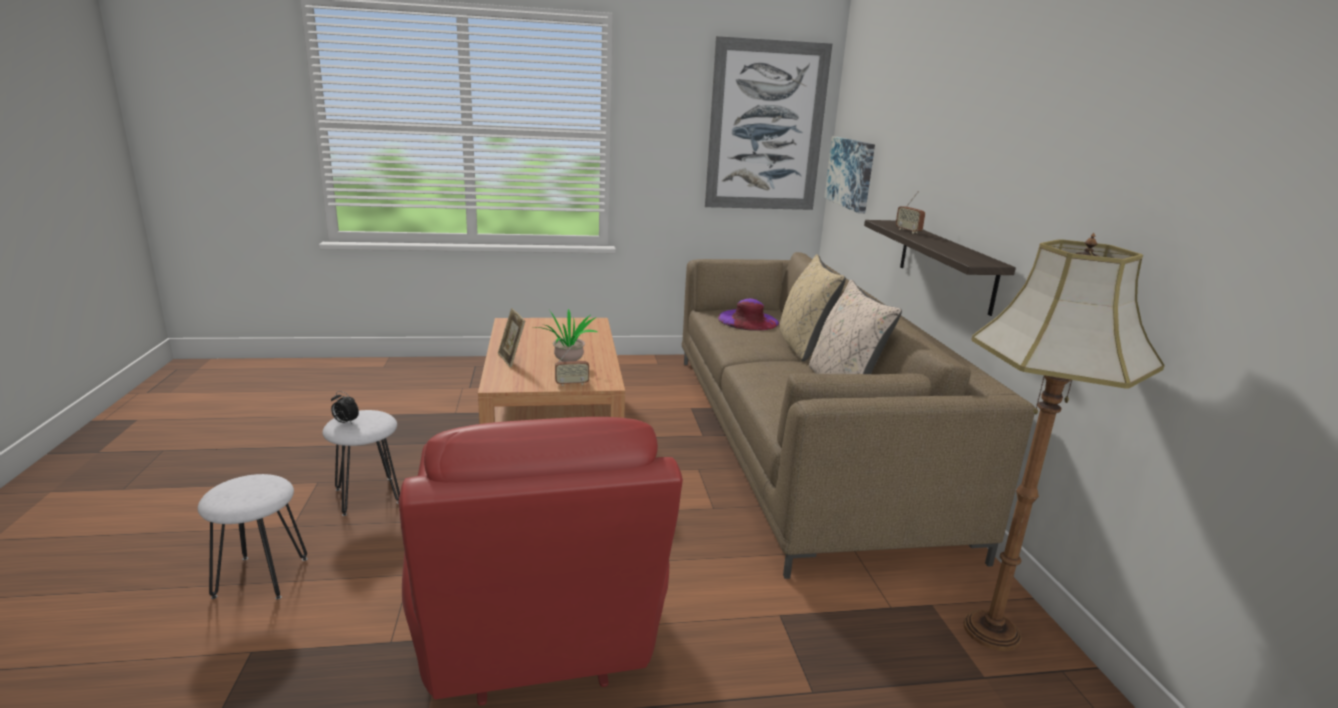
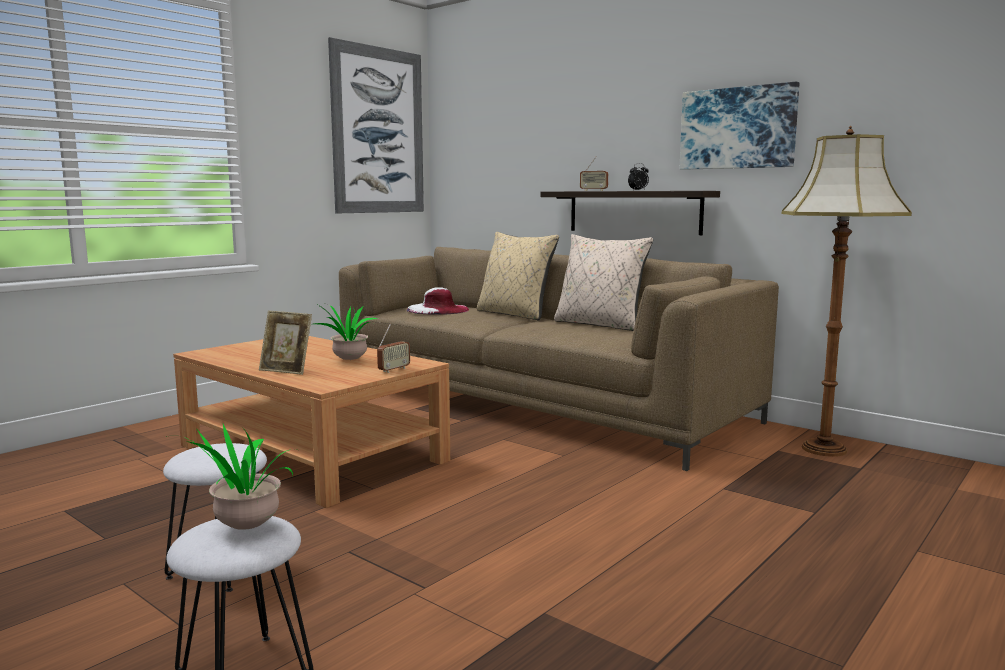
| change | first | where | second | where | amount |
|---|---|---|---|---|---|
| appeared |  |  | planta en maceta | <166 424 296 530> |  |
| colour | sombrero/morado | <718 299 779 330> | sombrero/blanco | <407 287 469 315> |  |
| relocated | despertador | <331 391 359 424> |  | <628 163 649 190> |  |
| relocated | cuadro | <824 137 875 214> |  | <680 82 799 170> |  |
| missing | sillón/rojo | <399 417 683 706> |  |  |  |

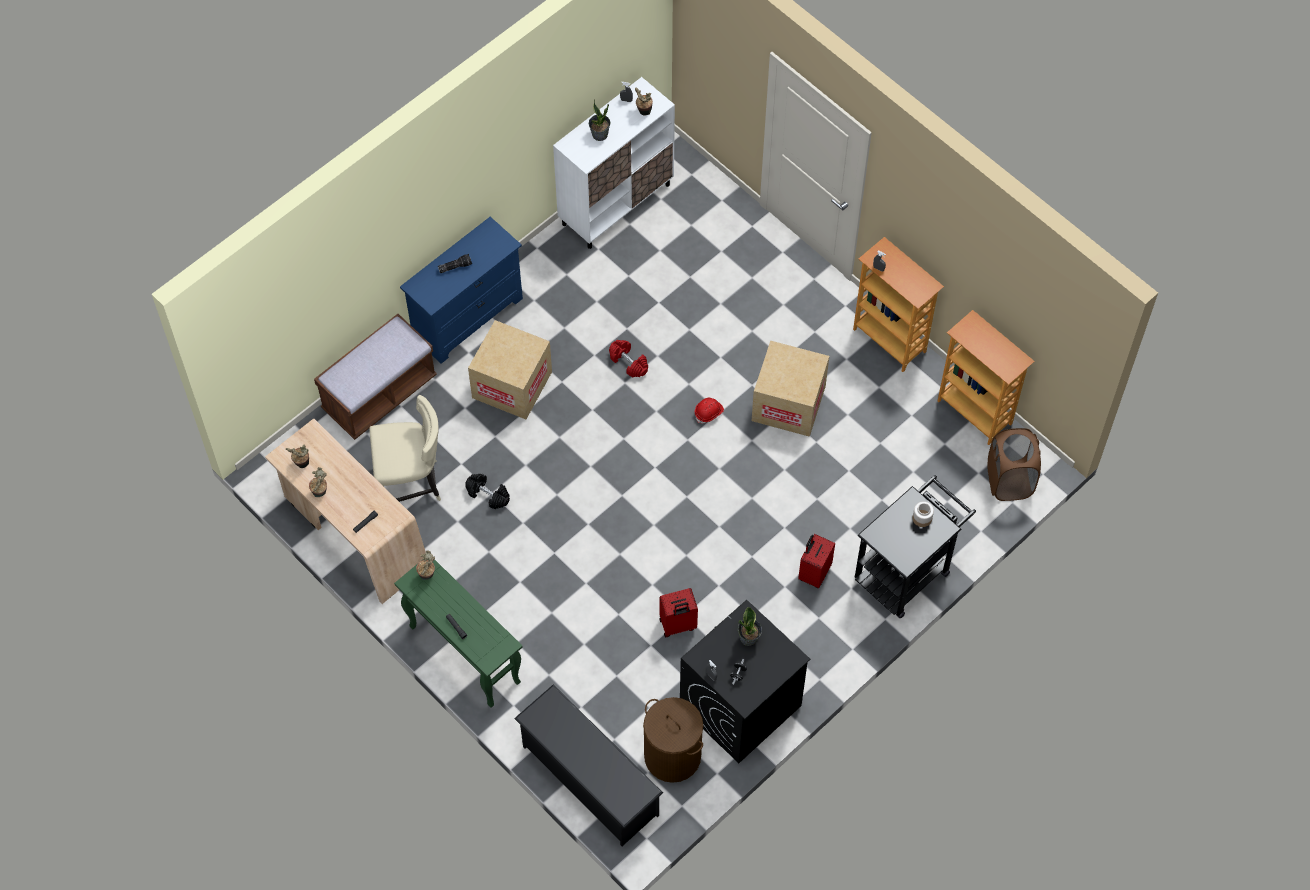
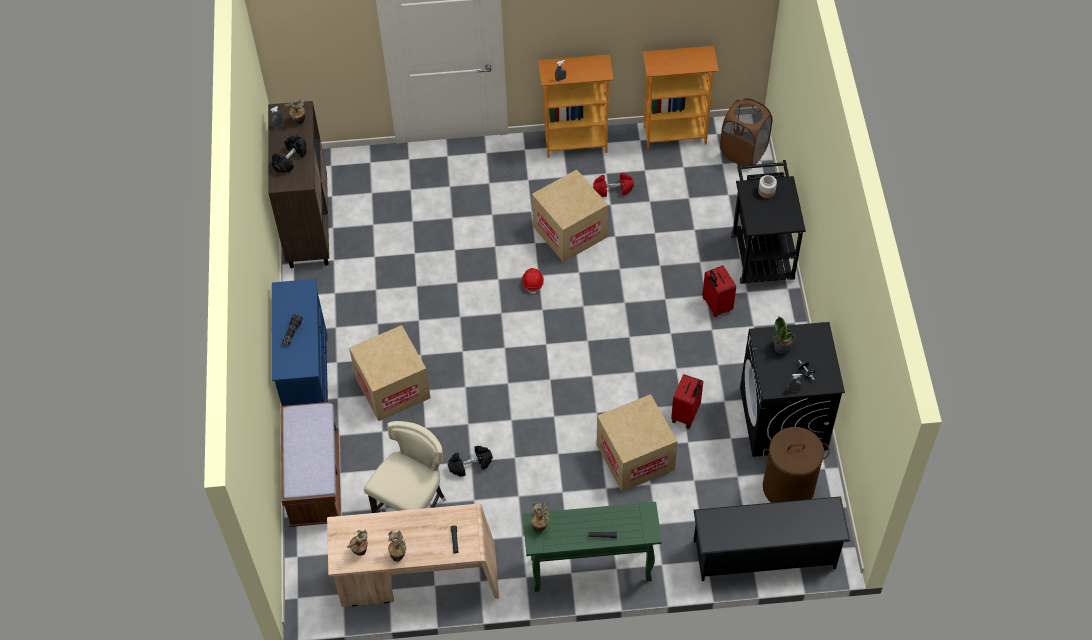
| change | first | where | second | where | amount |
|---|---|---|---|---|---|
| colour | armario/blanco | <553 77 675 249> | armario/marrón | <268 101 329 268> |  |
| exchanged | planta en maceta | <589 100 610 141> | mancuerna/negro | <272 135 307 173> |  |
| relocated | mancuerna/rojo | <609 340 648 377> |  | <593 173 634 197> |  |
| appeared |  |  | caja de cartón | <597 394 678 492> |  |

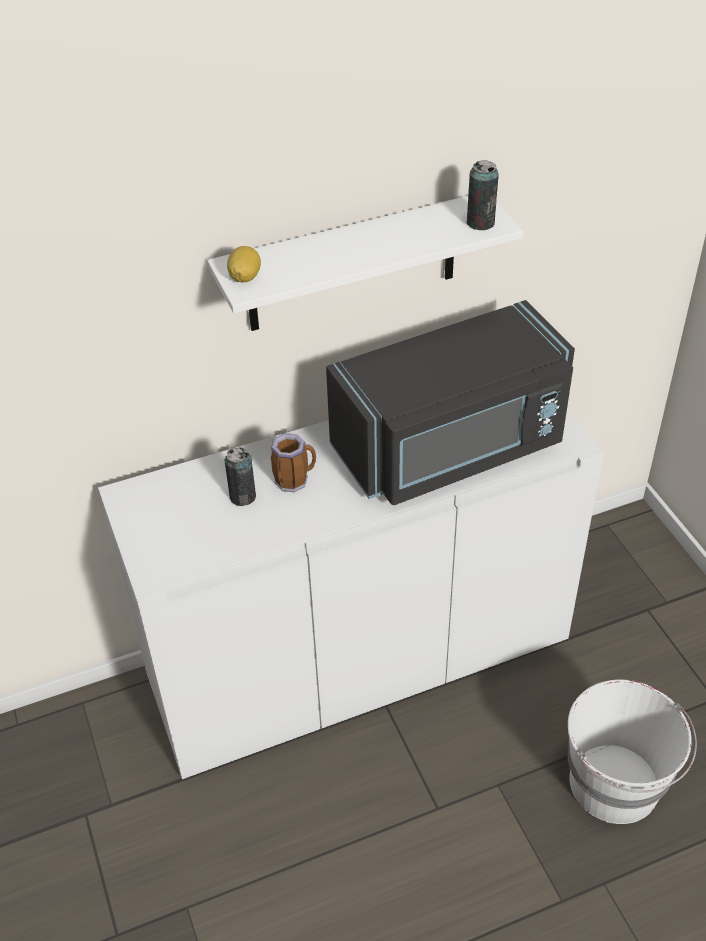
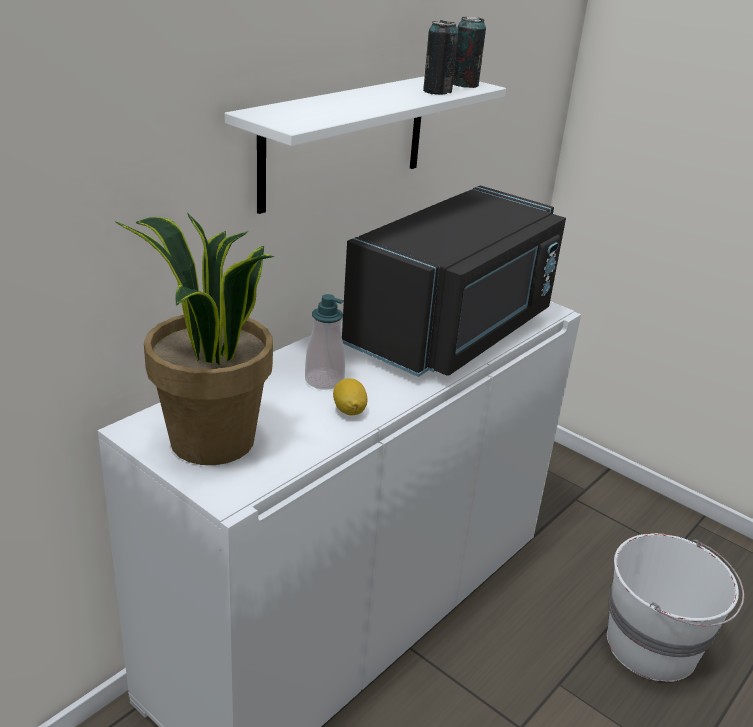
| change | first | where | second | where | amount |
|---|---|---|---|---|---|
| appeared |  |  | planta en maceta | <115 213 274 465> |  |
| exchanged | taza grande | <271 433 316 492> | dispensador de jabón | <305 294 345 390> |  |
| relocated | limón | <227 246 261 282> |  | <333 378 367 416> |  |
| relocated | lata | <225 447 256 506> |  | <423 20 458 95> |  |

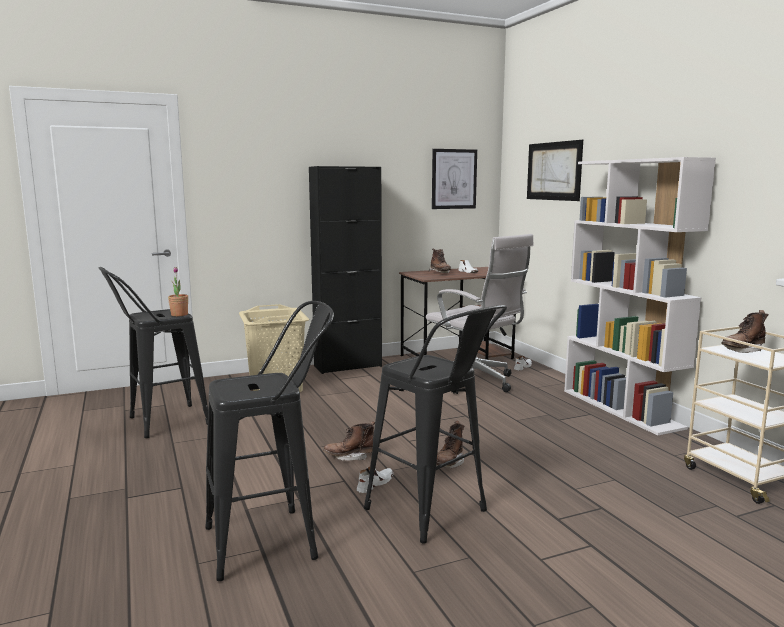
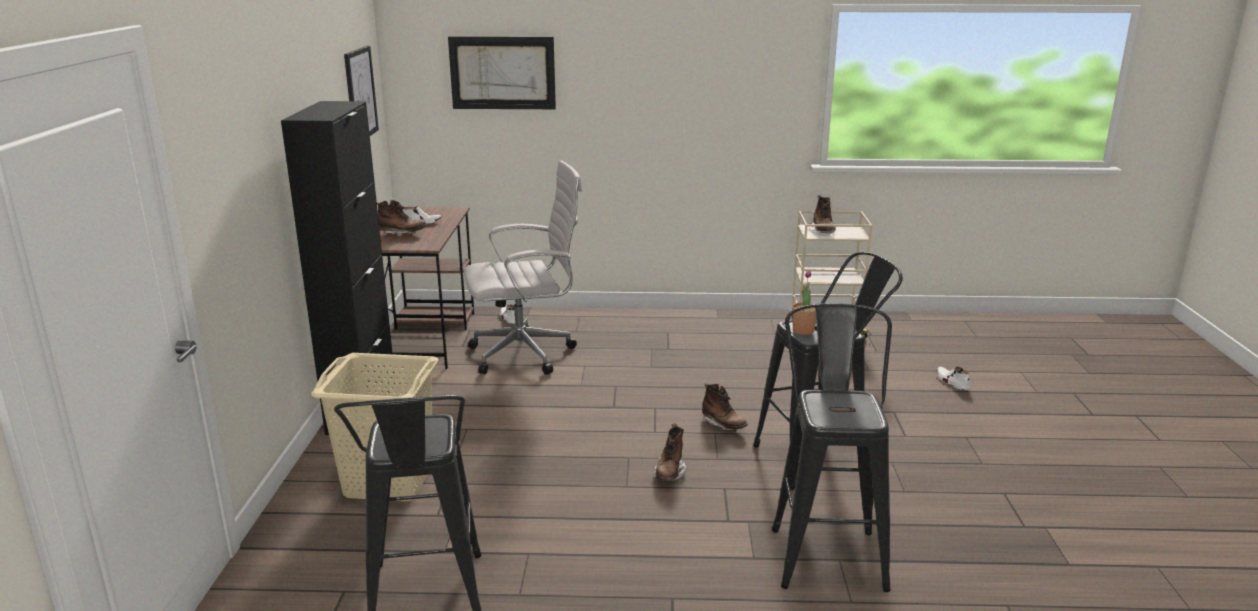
| change | first | where | second | where | amount |
|---|---|---|---|---|---|
| relocated | planta en maceta | <168 267 188 316> |  | <792 270 816 335> |  |
| relocated | zapato/blanco | <357 467 394 493> |  | <936 367 970 390> |  |
| missing | estantería/blanco | <564 157 716 435> |  |  |  |

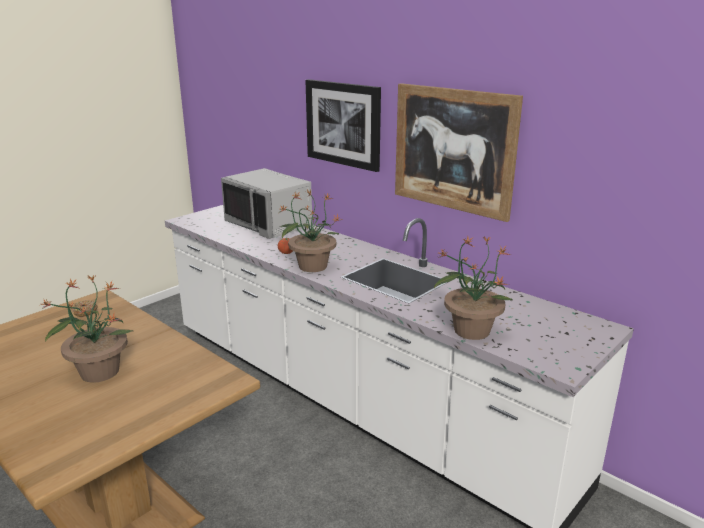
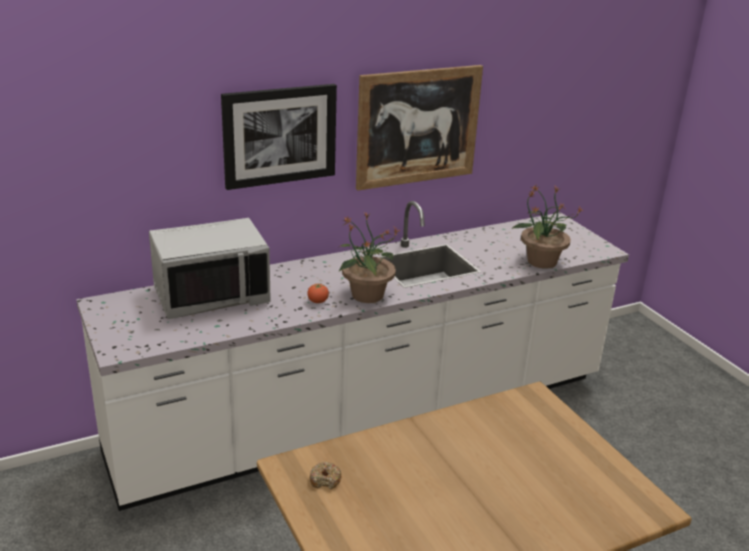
| change | first | where | second | where | amount |
|---|---|---|---|---|---|
| missing | planta en maceta | <39 275 134 383> |  |  |  |

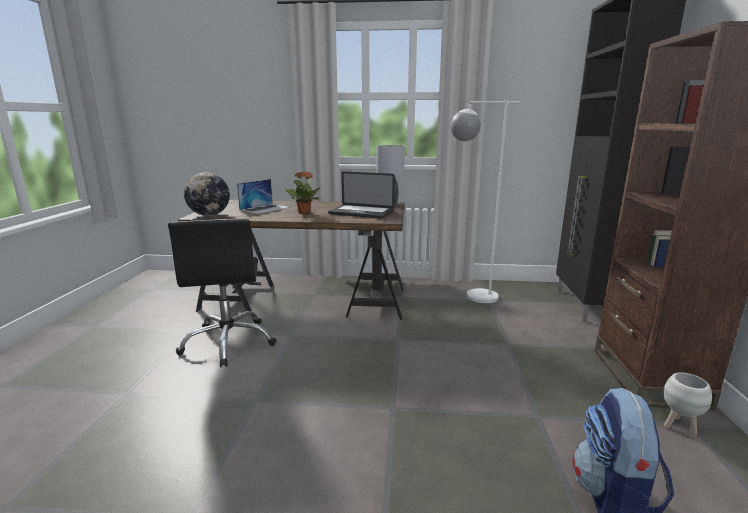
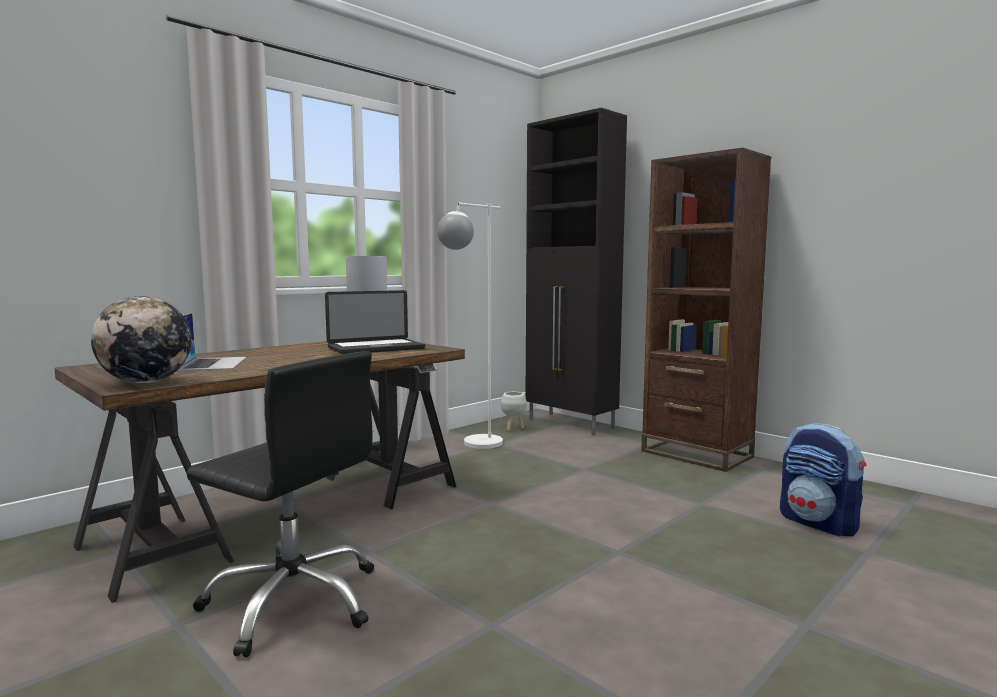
| change | first | where | second | where | amount |
|---|---|---|---|---|---|
| relocated | maceta/blanco | <663 372 712 435> |  | <501 392 527 431> |  |
| missing | planta en maceta | <284 171 320 214> |  |  |  |

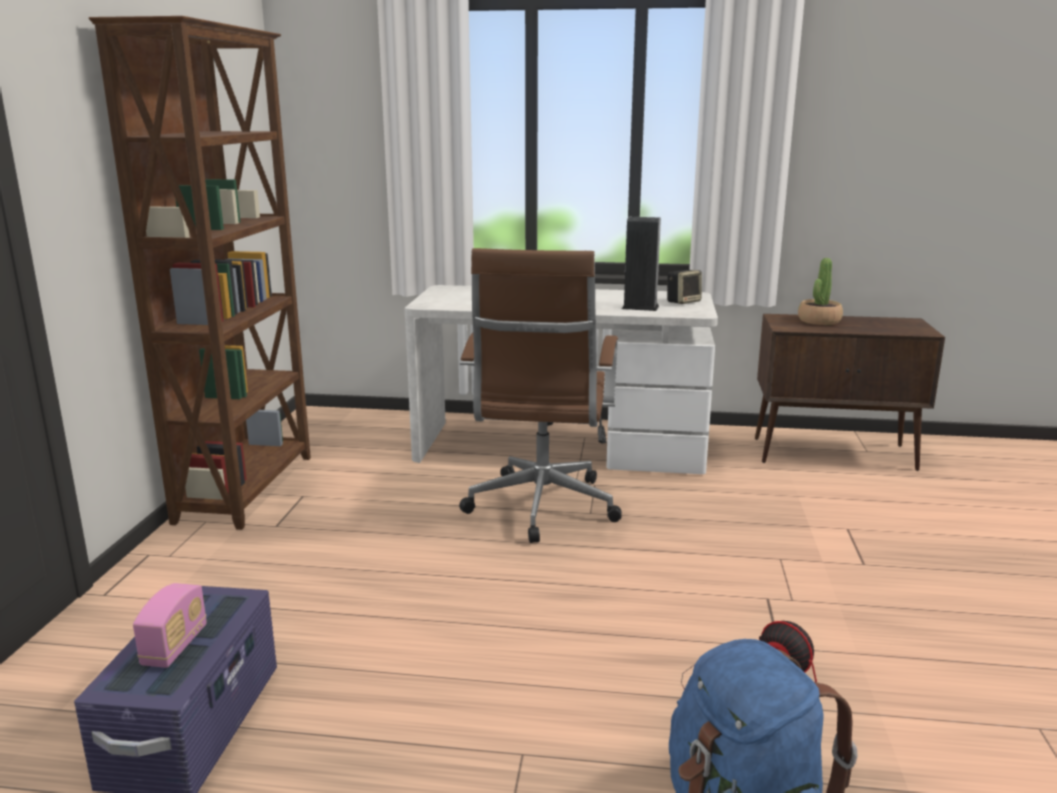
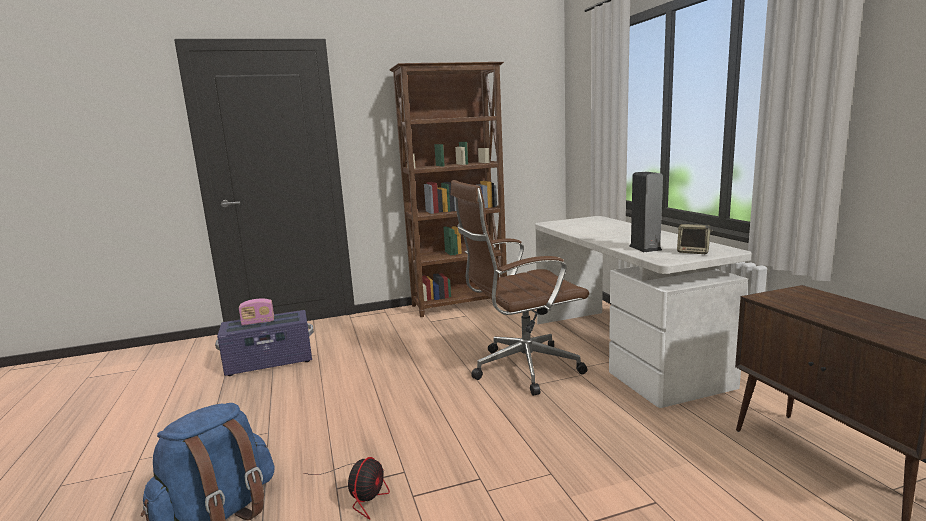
| change | first | where | second | where | amount |
|---|---|---|---|---|---|
| missing | planta en maceta | <798 258 843 325> |  |  |  |

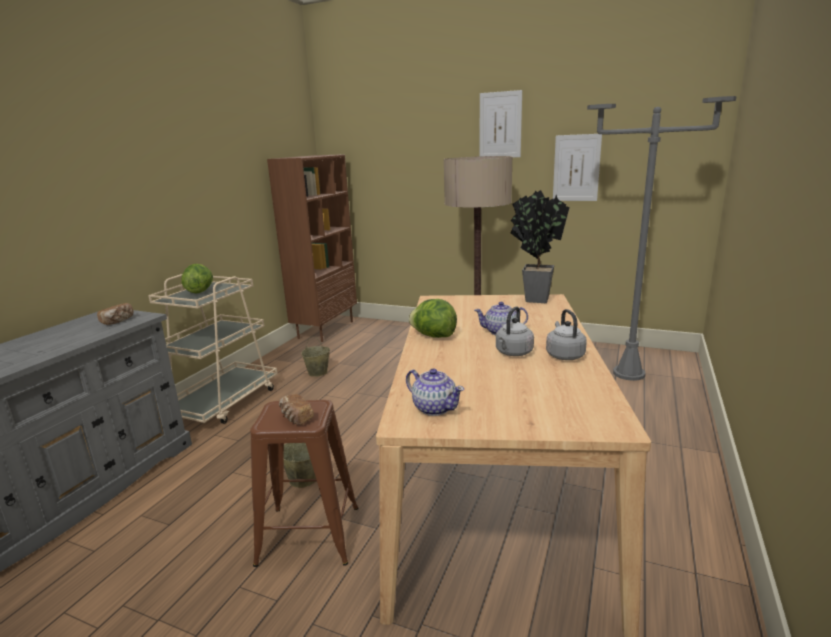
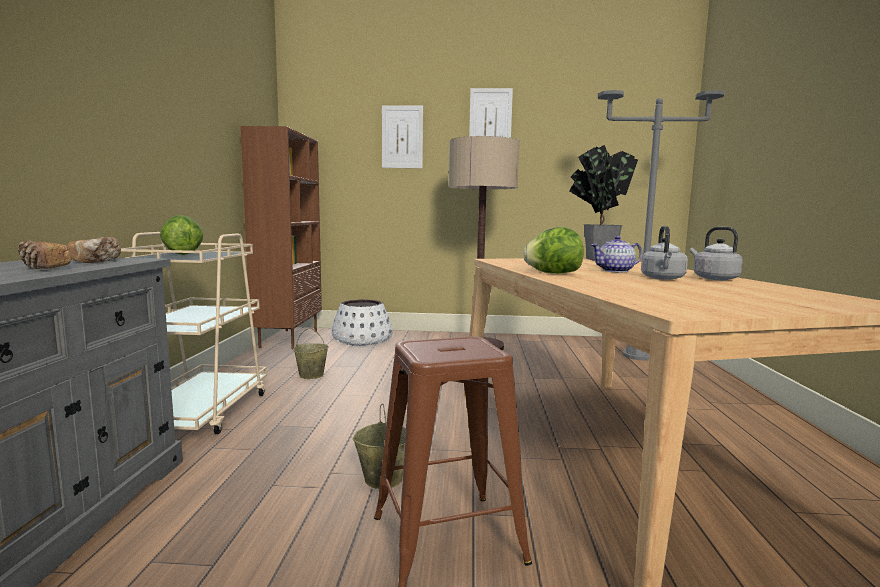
| change | first | where | second | where | amount |
|---|---|---|---|---|---|
| relocated | pan | <279 394 314 425> |  | <18 241 71 269> |  |
| appeared |  |  | maceta/blanco | <332 299 393 346> |  |
| relocated | cuadro | <553 134 602 201> |  | <382 105 423 168> |  |
| missing | tetera | <406 369 464 416> |  |  |  |

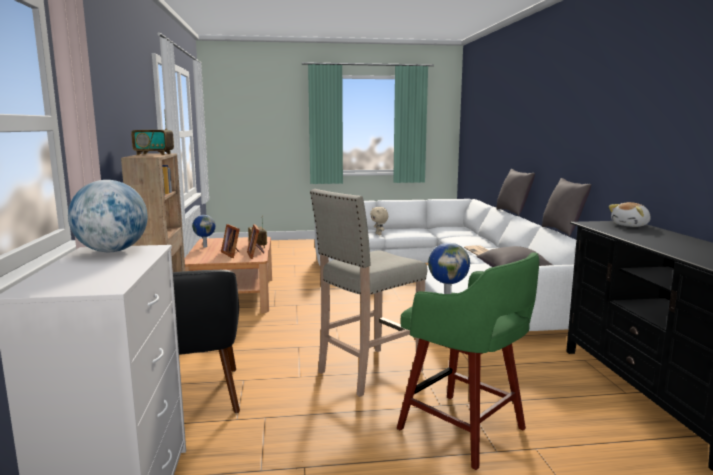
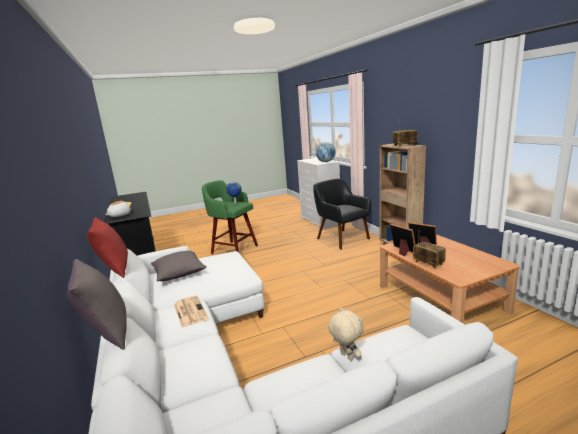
| change | first | where | second | where | amount |
|---|---|---|---|---|---|
| colour | cojín/gris | <542 178 592 237> | cojín/rojo | <87 217 128 278> |  |
| missing | globo terráqueo | <192 215 216 248> |  |  |  |
| missing | taburete/beis | <310 189 427 397> |  |  |  |

